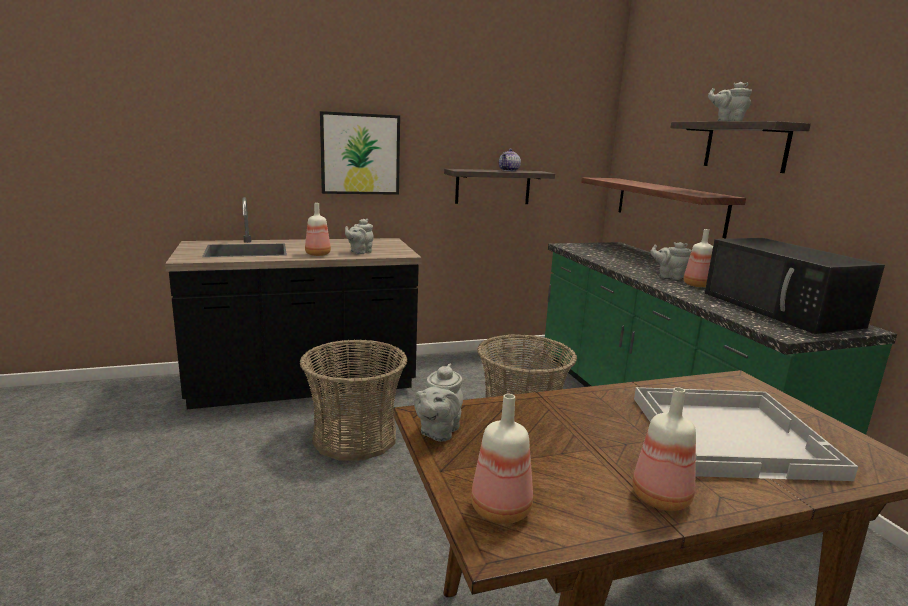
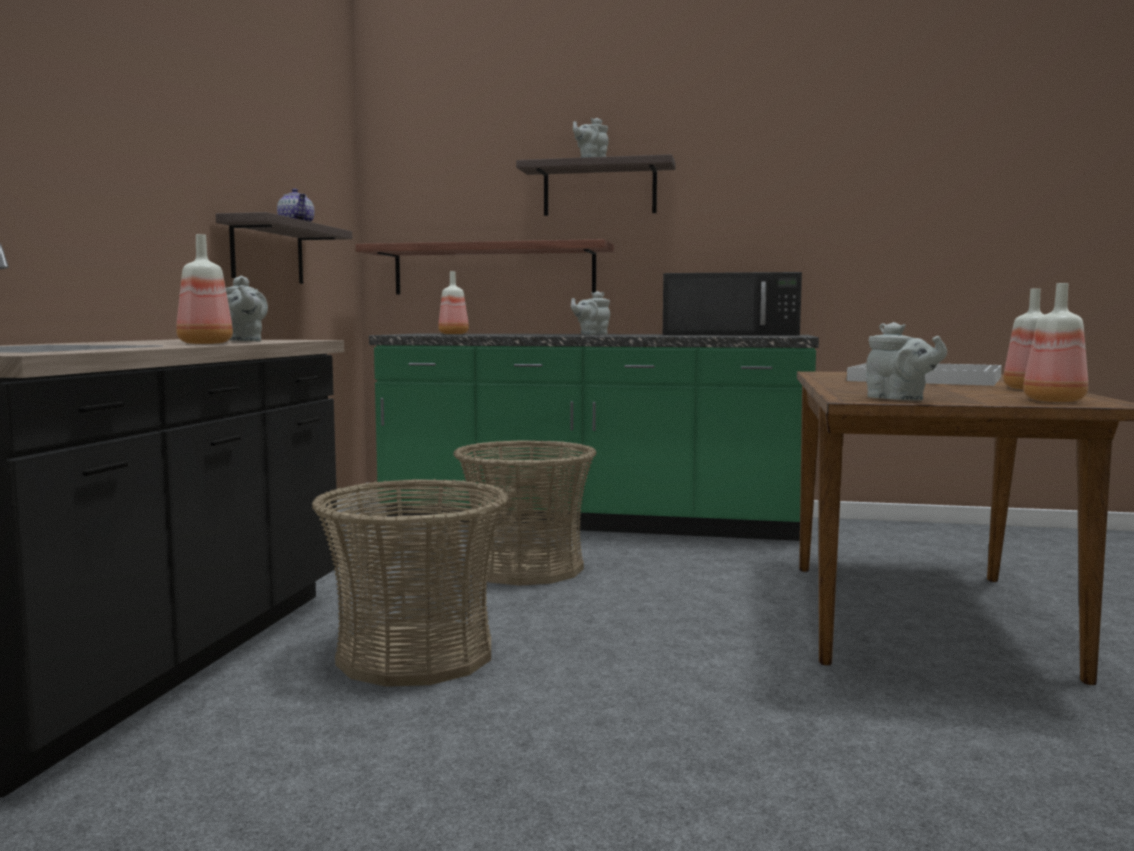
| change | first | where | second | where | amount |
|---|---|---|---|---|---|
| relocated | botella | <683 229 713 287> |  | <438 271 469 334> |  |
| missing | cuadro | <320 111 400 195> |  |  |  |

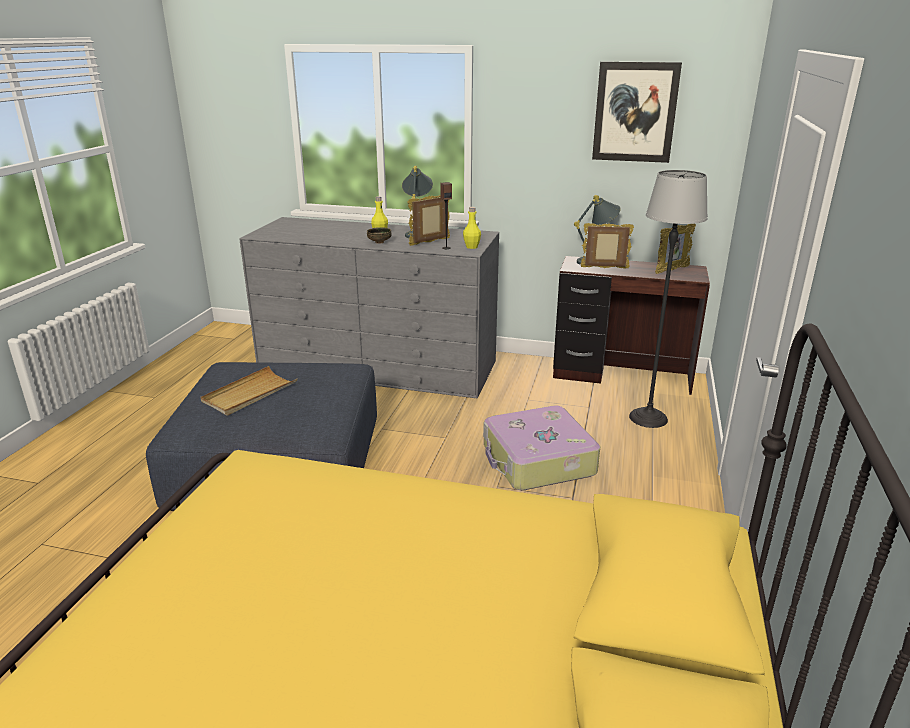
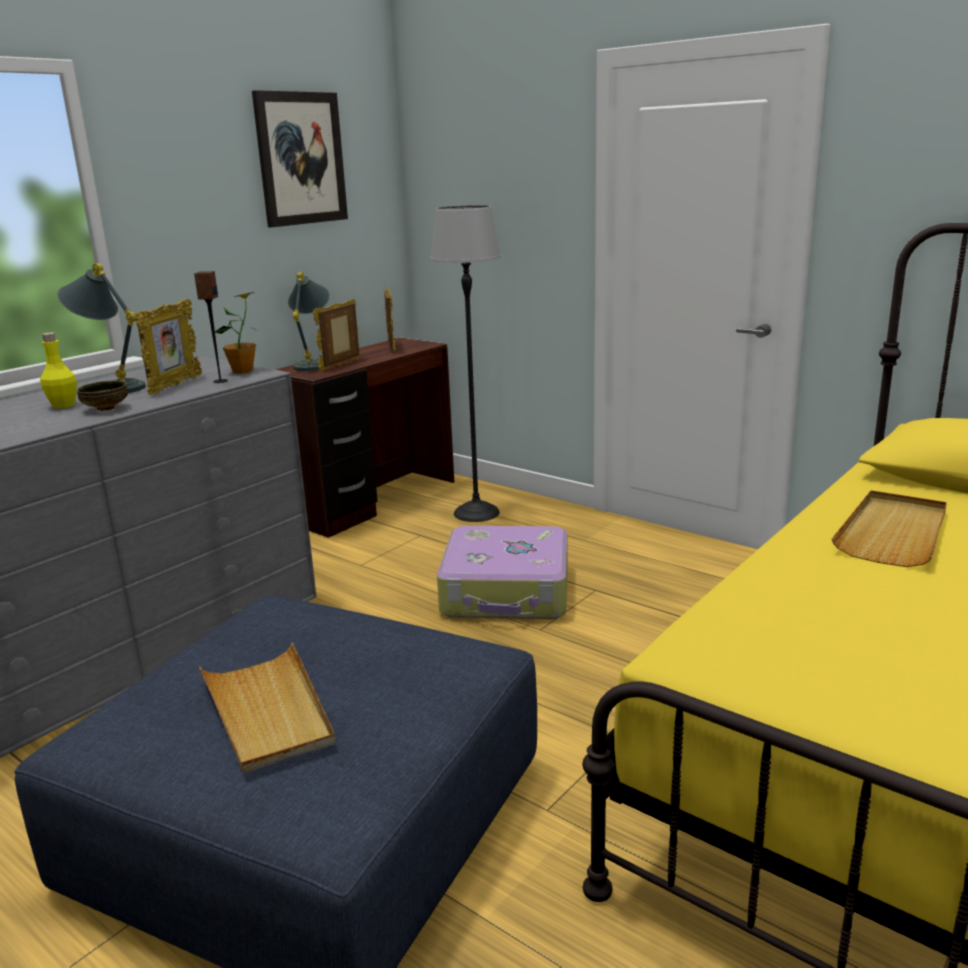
| change | first | where | second | where | amount |
|---|---|---|---|---|---|
| spun | portarretratos | <408 195 450 246> |  | <135 299 202 395> | 150 degrees counterclockwise |
| exchanged | botella/amarillo | <463 207 481 249> | planta en maceta | <215 292 256 374> |  |
| appeared |  |  | bandeja/beis | <832 491 947 567> |  |

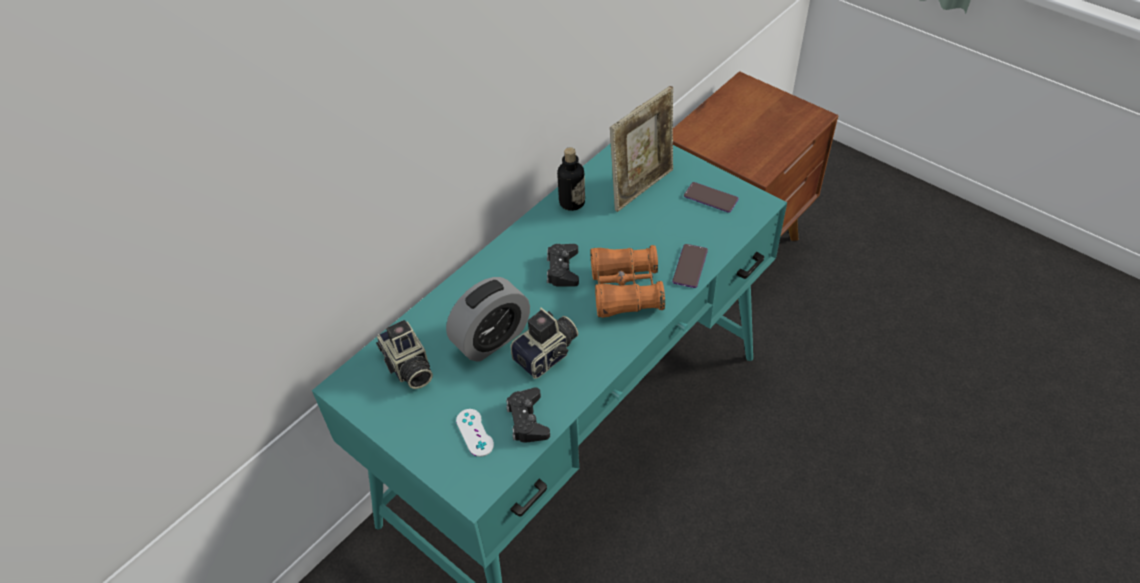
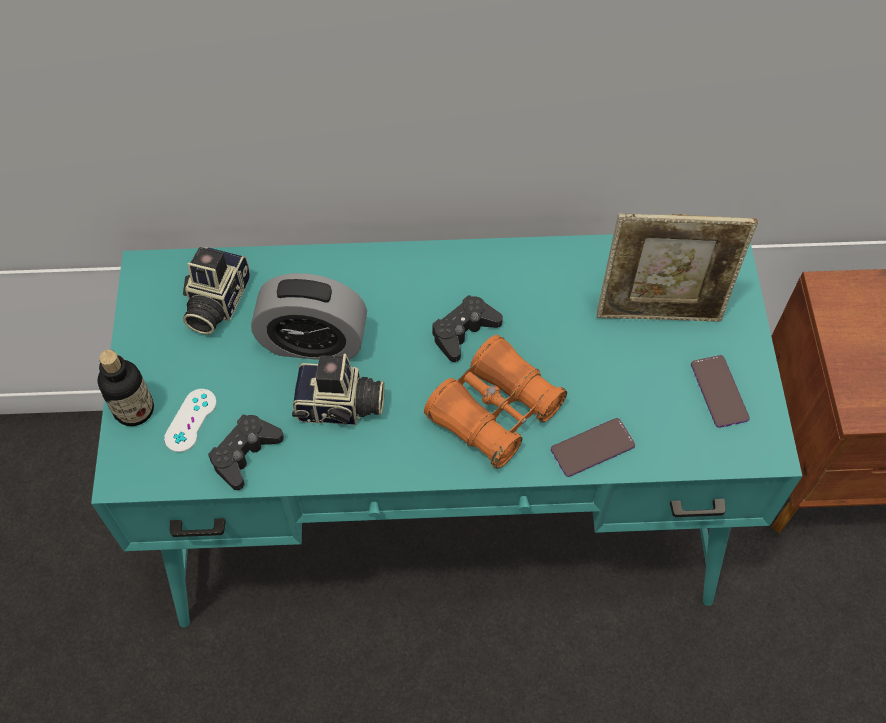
| change | first | where | second | where | amount |
|---|---|---|---|---|---|
| relocated | botella | <557 147 585 211> |  | <97 350 154 426> |  |

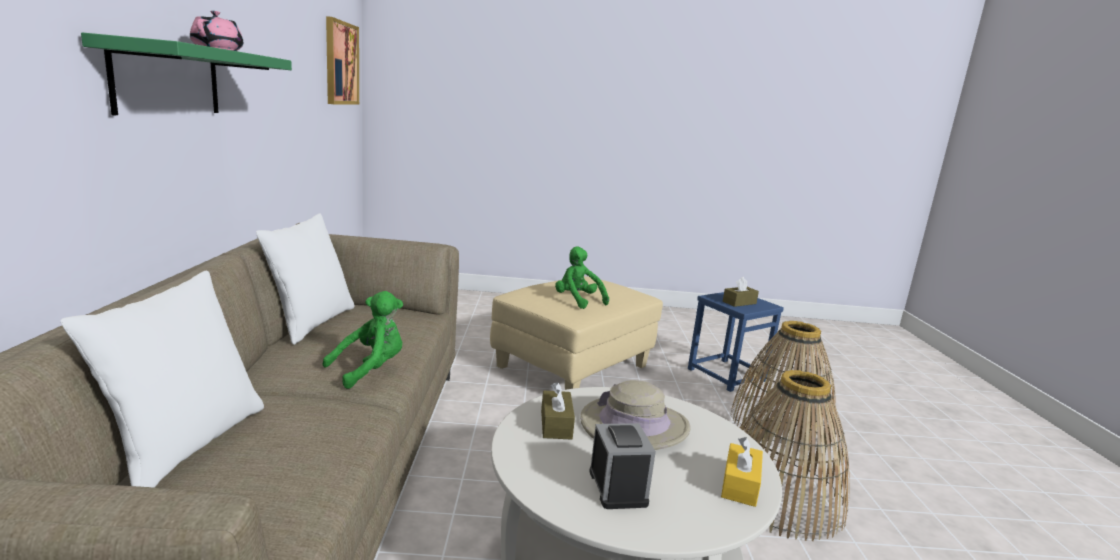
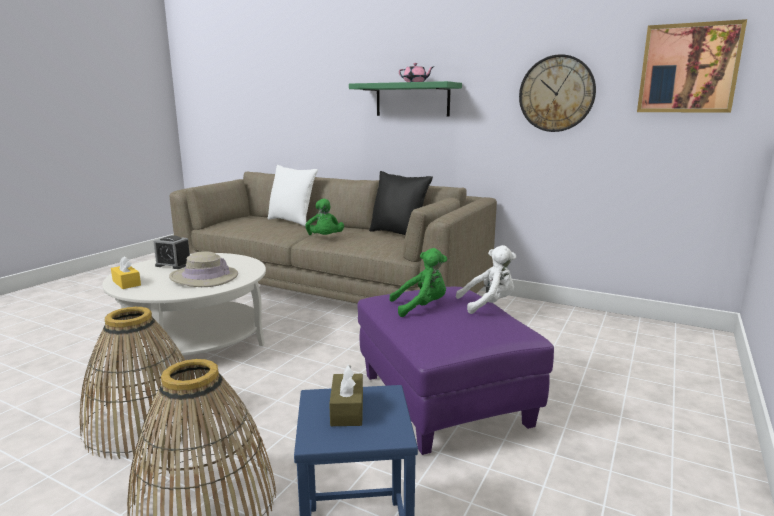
| change | first | where | second | where | amount |
|---|---|---|---|---|---|
| colour | puf/beis | <490 276 663 390> | puf/morado | <357 287 554 455> |  |
| colour | cojín/blanco | <256 213 354 345> | cojín/negro | <369 171 433 235> |  |
| appeared |  |  | peluche/blanco | <456 245 516 314> |  |
| appeared |  |  | reloj de pared | <519 54 596 132> |  |
| missing | caja de pañuelos/marrón | <541 382 575 440> |  |  |  |

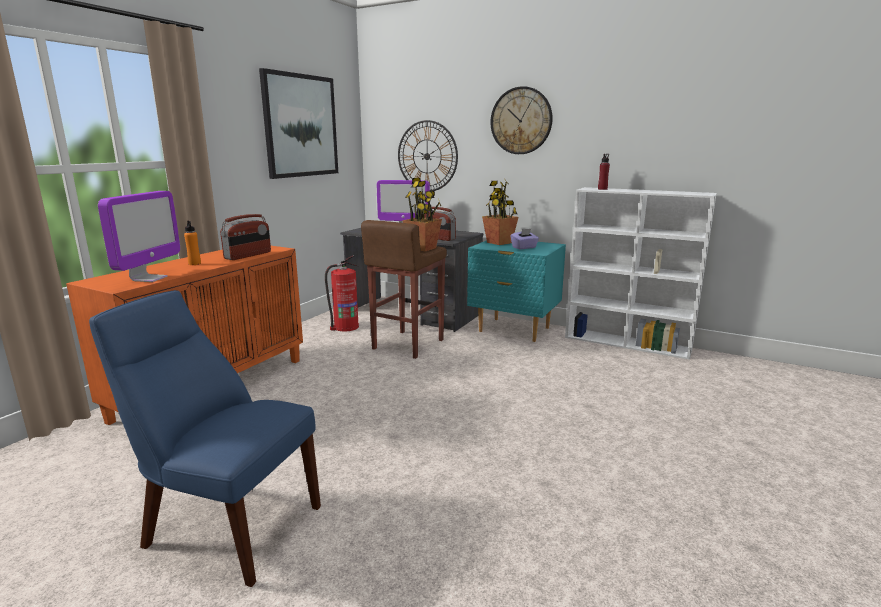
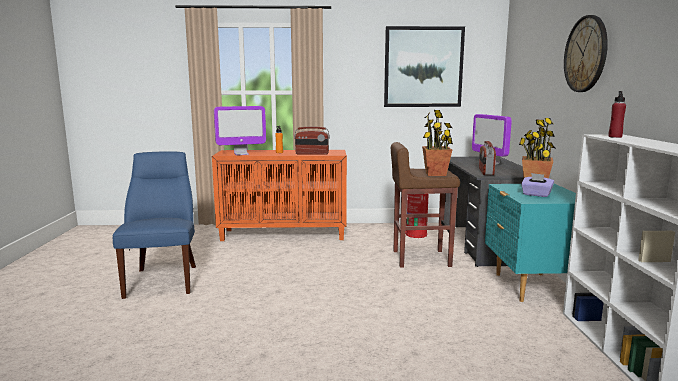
| change | first | where | second | where | amount |
|---|---|---|---|---|---|
| missing | reloj de pared | <398 120 458 191> |  |  |  |

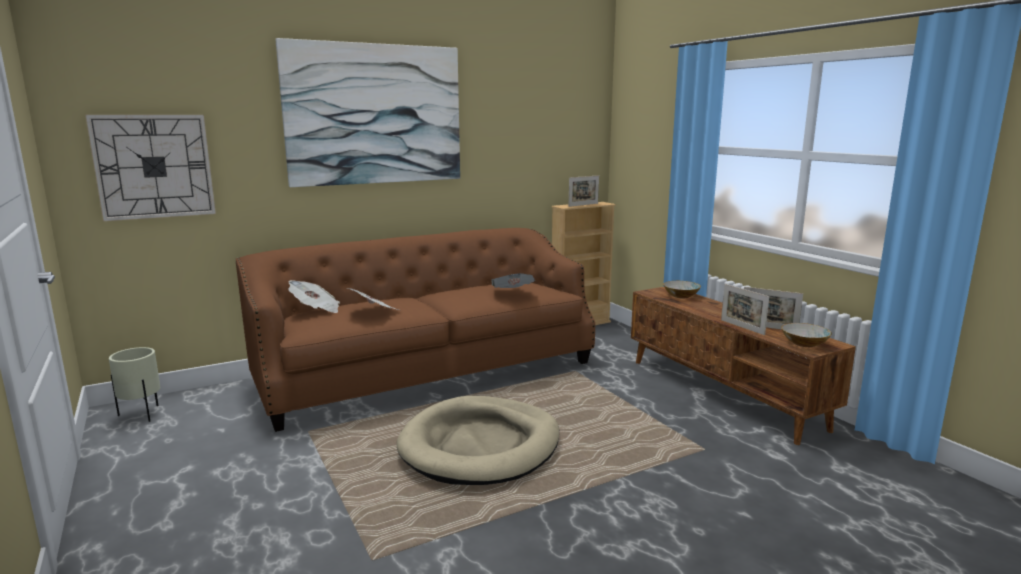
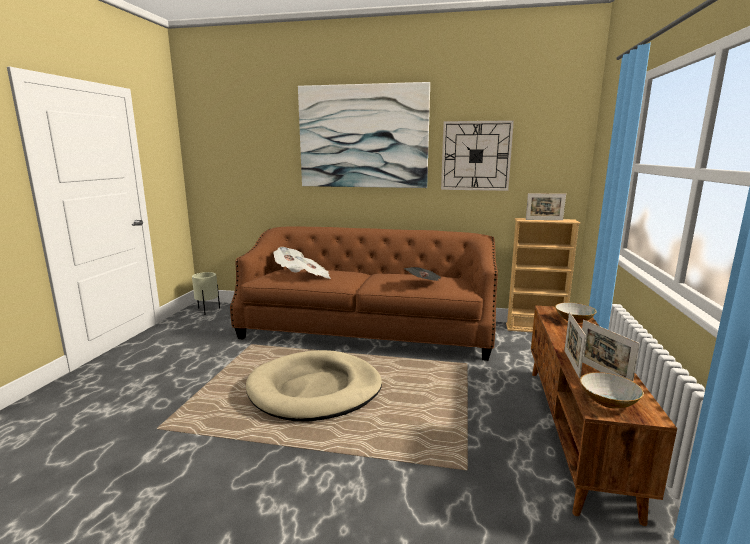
| change | first | where | second | where | amount |
|---|---|---|---|---|---|
| relocated | reloj de pared | <85 115 216 221> |  | <441 120 514 191> |  |

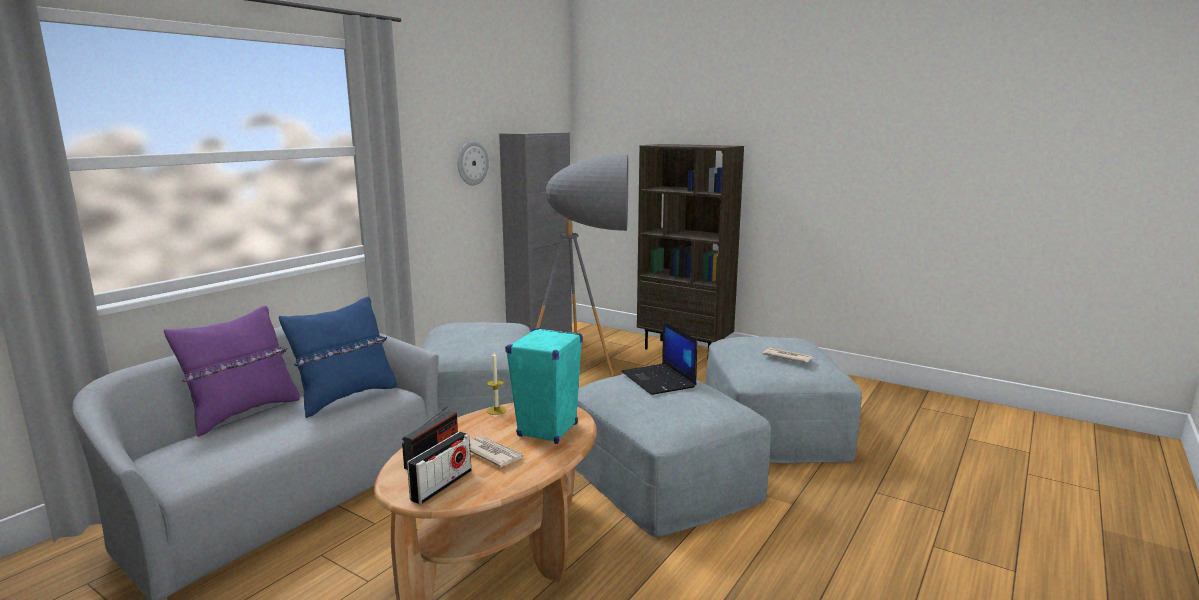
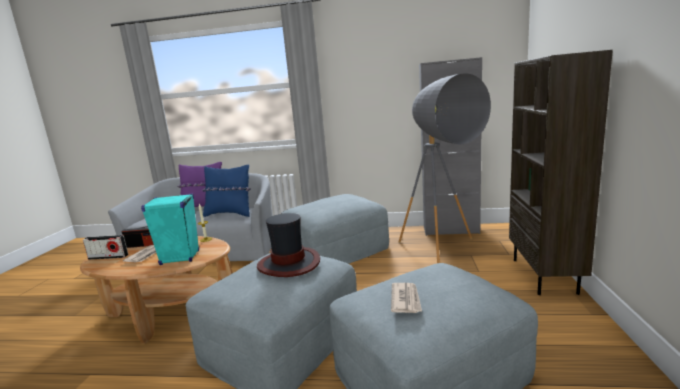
| change | first | where | second | where | amount |
|---|---|---|---|---|---|
| exchanged | portátil | <621 321 697 395> | sombrero | <257 213 320 277> |  |
| missing | reloj de pared | <458 141 489 185> |  |  |  |

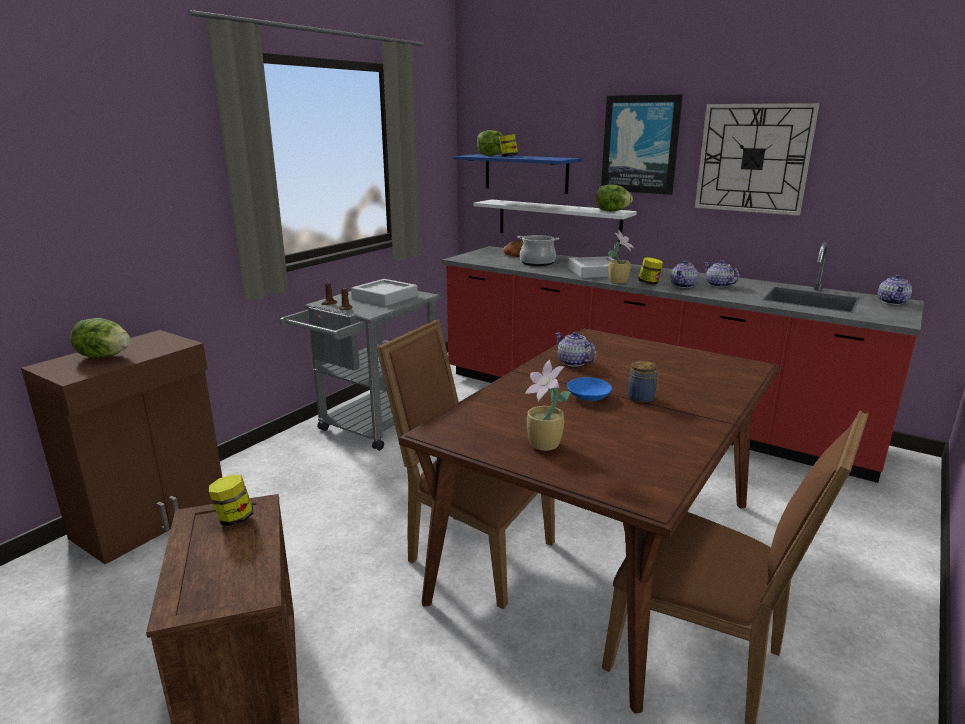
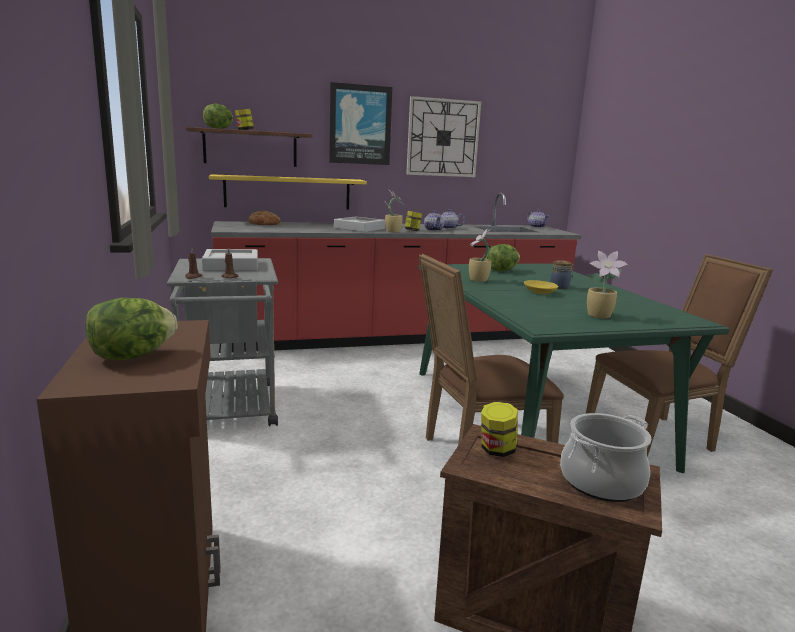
| change | first | where | second | where | amount |
|---|---|---|---|---|---|
| colour | estante/azul | <453 154 581 194> | estante/marrón | <186 127 313 167> |  |
| colour | estante/blanco | <473 199 637 246> | estante/amarillo | <209 174 367 210> |  |
| colour | mesa de comedor/marrón | <399 328 780 713> | mesa de comedor/verde | <418 263 730 473> |  |
| exchanged | tetera | <555 332 597 367> | planta en maceta | <469 229 493 282> |  |
| relocated | lechuga | <596 184 633 211> |  | <486 244 520 271> |  |
| colour | cuenco/azul | <567 377 612 401> | cuenco/amarillo | <524 280 559 294> |  |
| relocated | olla | <517 235 559 266> |  | <560 413 651 502> |  |

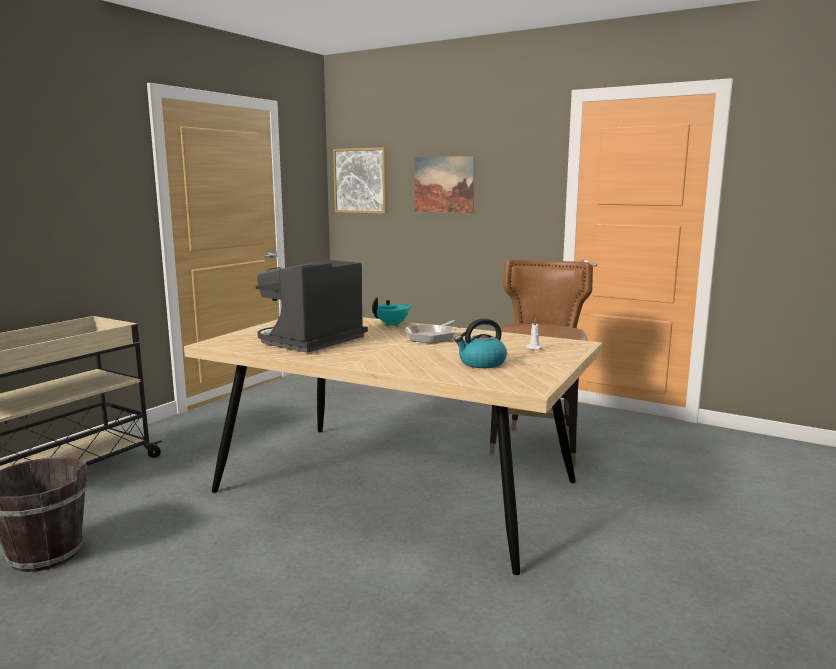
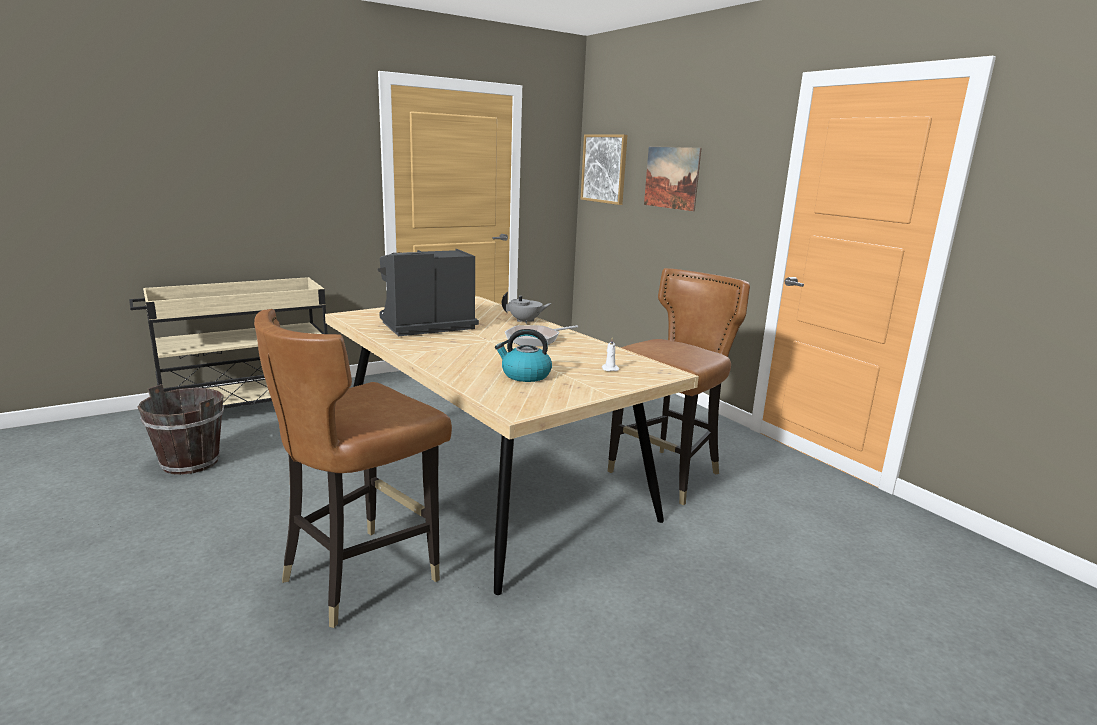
| change | first | where | second | where | amount |
|---|---|---|---|---|---|
| appeared |  |  | silla/marrón | <254 309 452 628> |  |
| colour | tetera/turquesa | <372 297 413 327> | tetera/gris | <502 292 552 324> |  |

